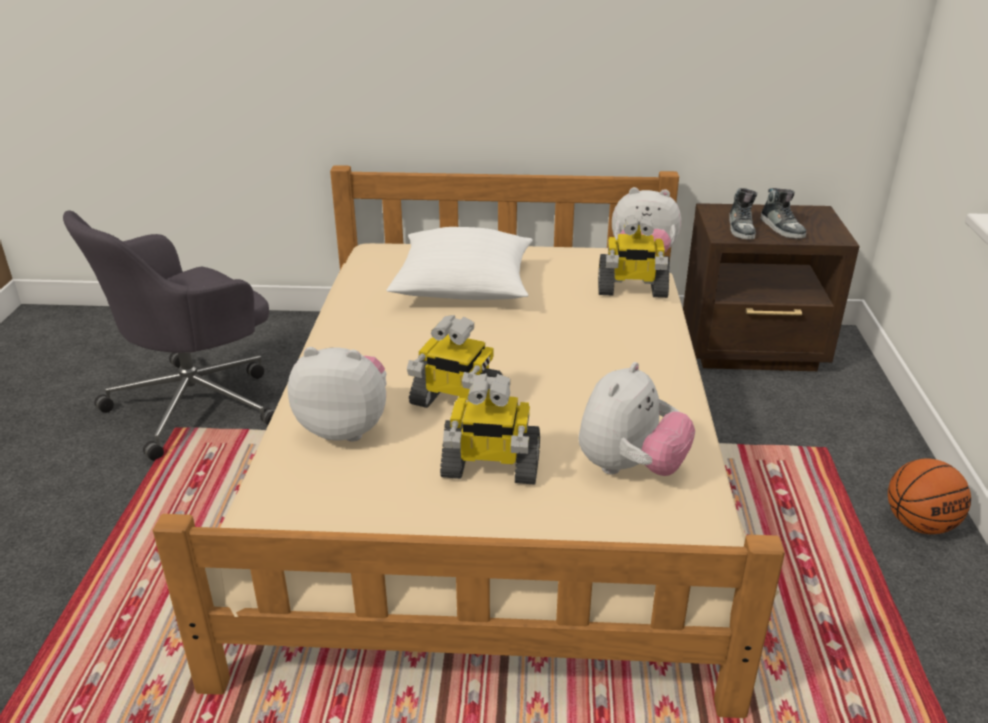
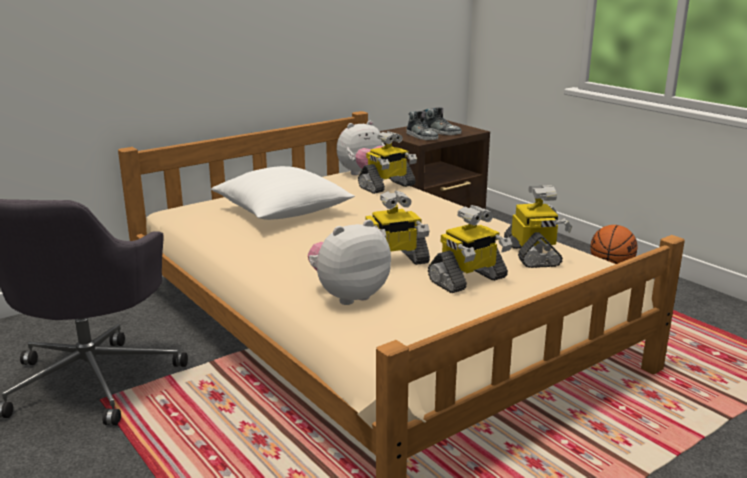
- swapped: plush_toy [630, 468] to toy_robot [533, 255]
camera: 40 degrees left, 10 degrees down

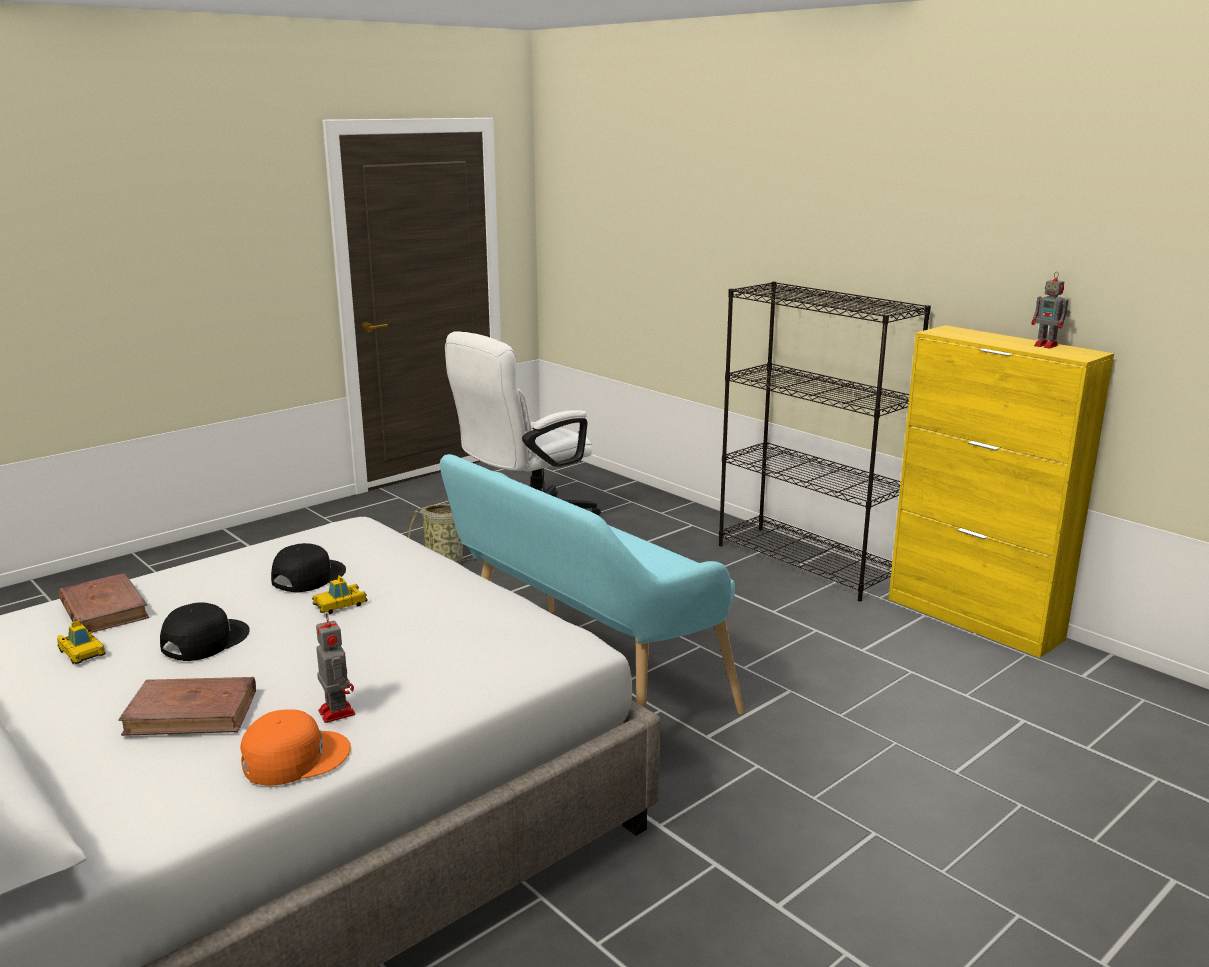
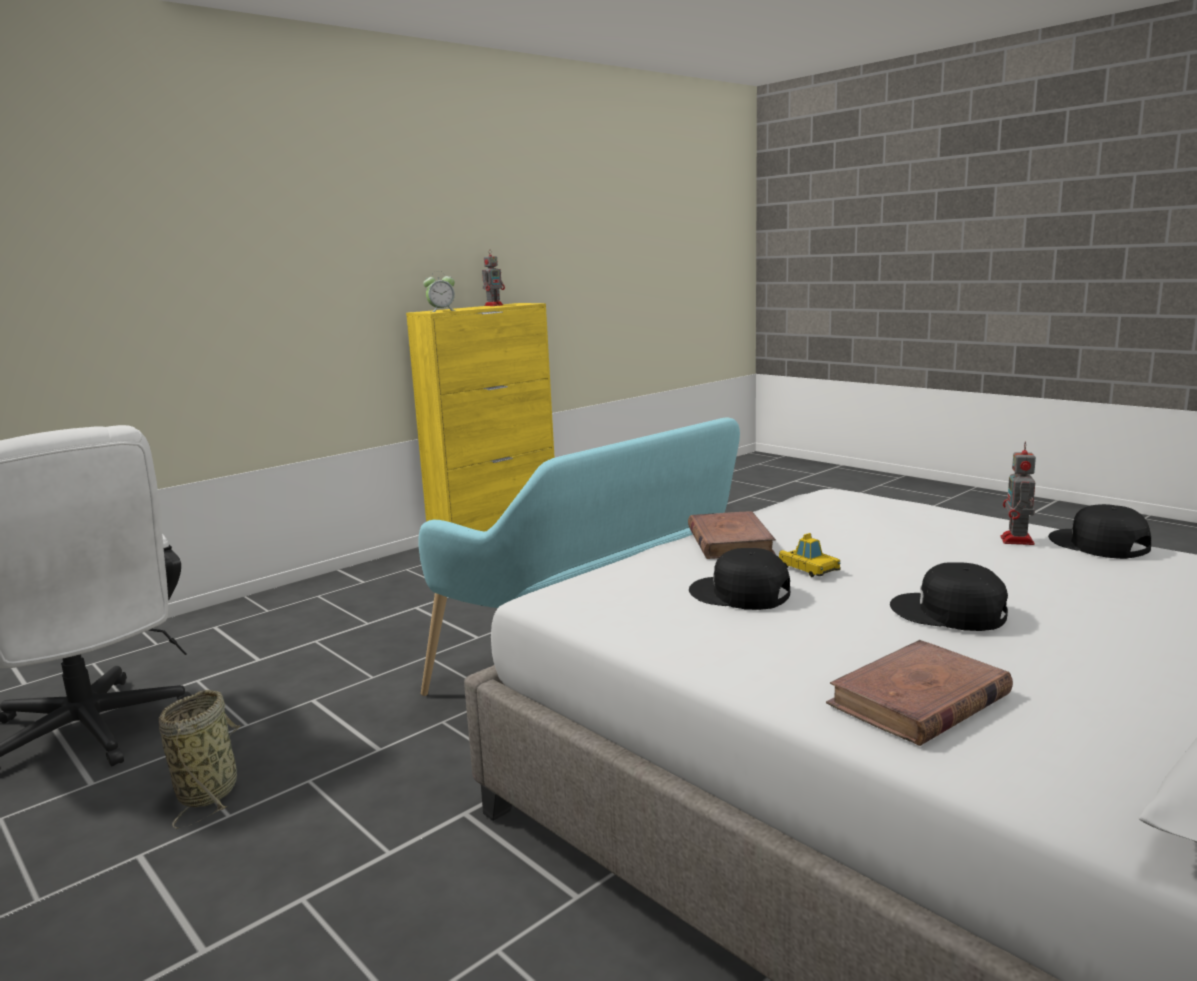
- gone: toy_car [82, 652]
- shifted: brown_book [192, 712] to [729, 541]
- repainted: orange_cap [294, 757] to black_cap [1097, 544]
- rotated: toy_robot [336, 711] = [1017, 541] 45 degrees counterclockwise
- gone: black_bookcase [807, 562]
- new: alarm_clock [441, 311]
camera: 90 degrees left, 5 degrees down

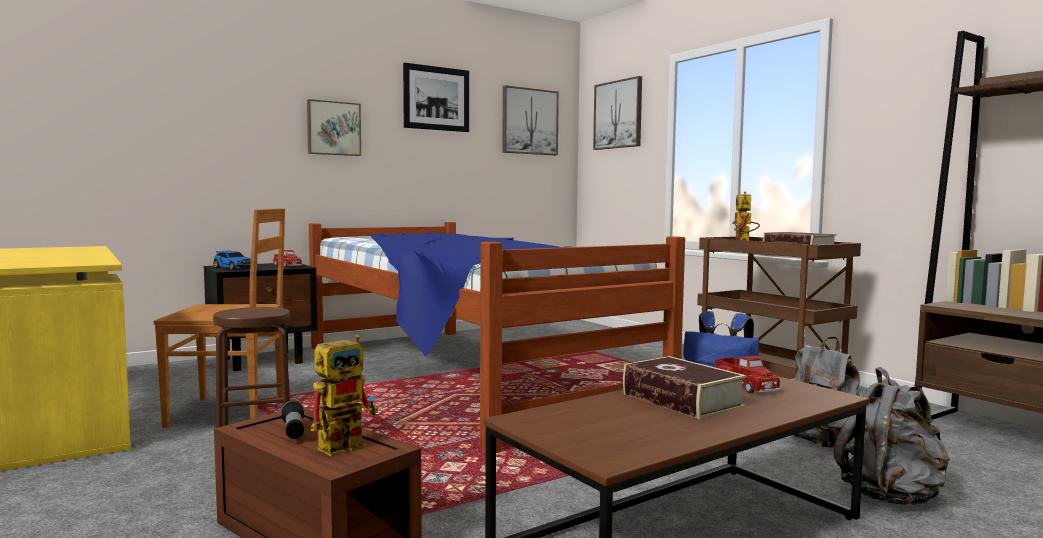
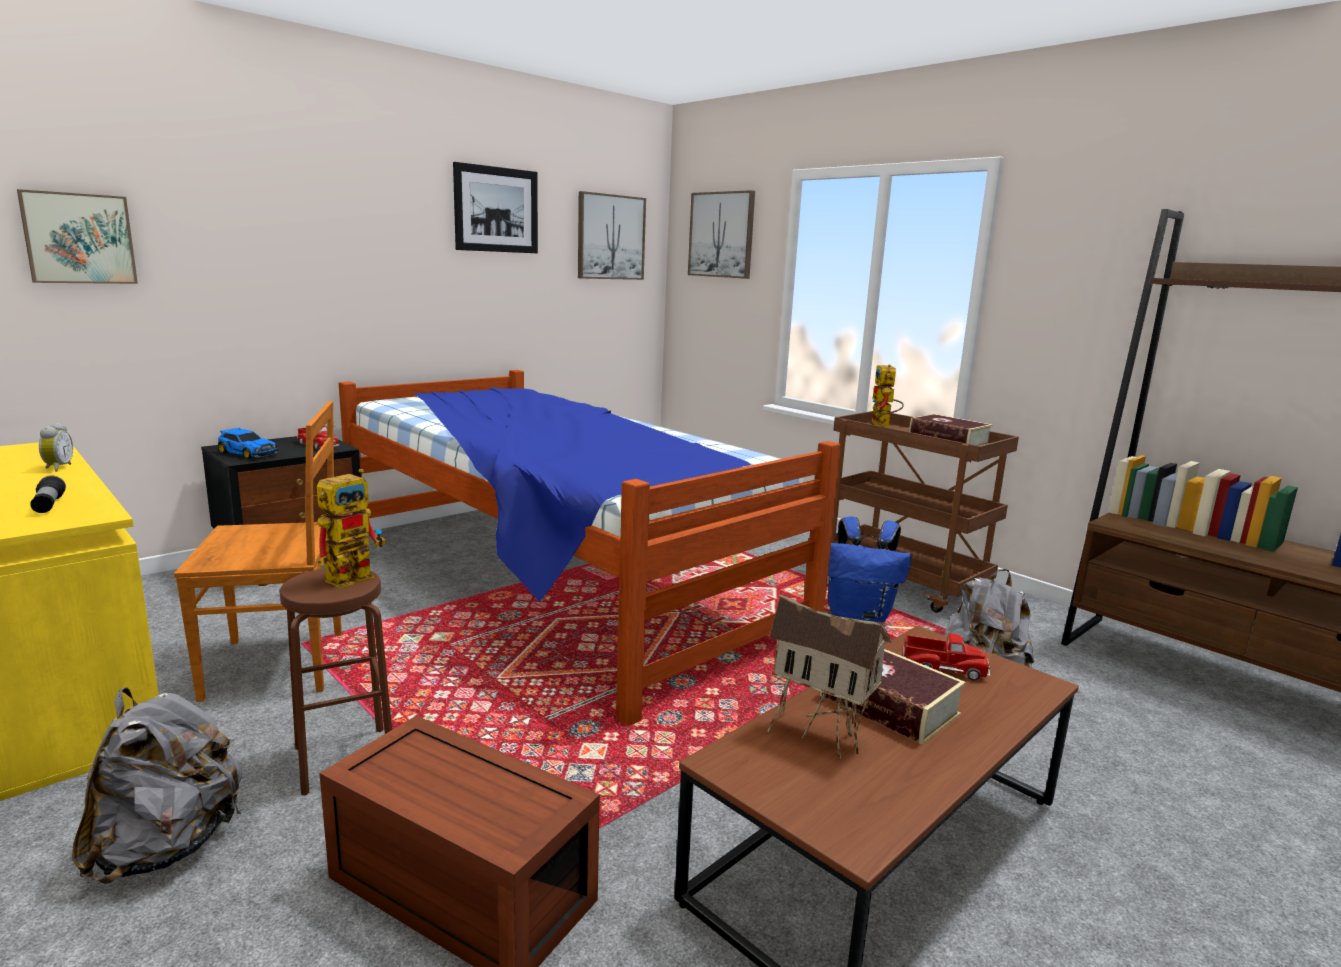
- shifted: flashlight [293, 430] to [48, 506]
- shifted: picture [333, 128] to [79, 238]
- shifted: toy_robot [347, 444] to [356, 575]
- rotated: toy_truck [746, 385] = [944, 668] 45 degrees counterclockwise
- shifted: grey_backpack [892, 496] to [167, 847]
- new: alarm_clock [57, 468]
- new: toy_house [820, 735]
camera: 10 degrees left, 10 degrees up

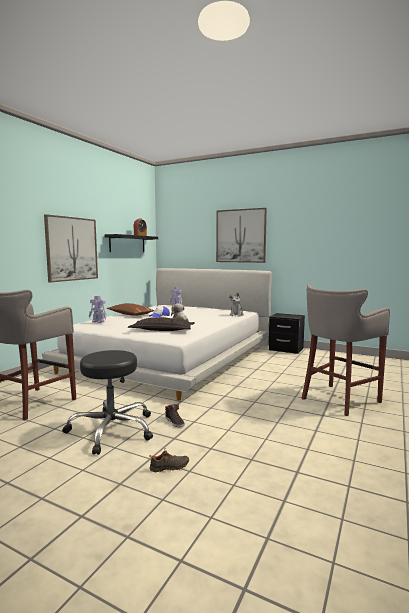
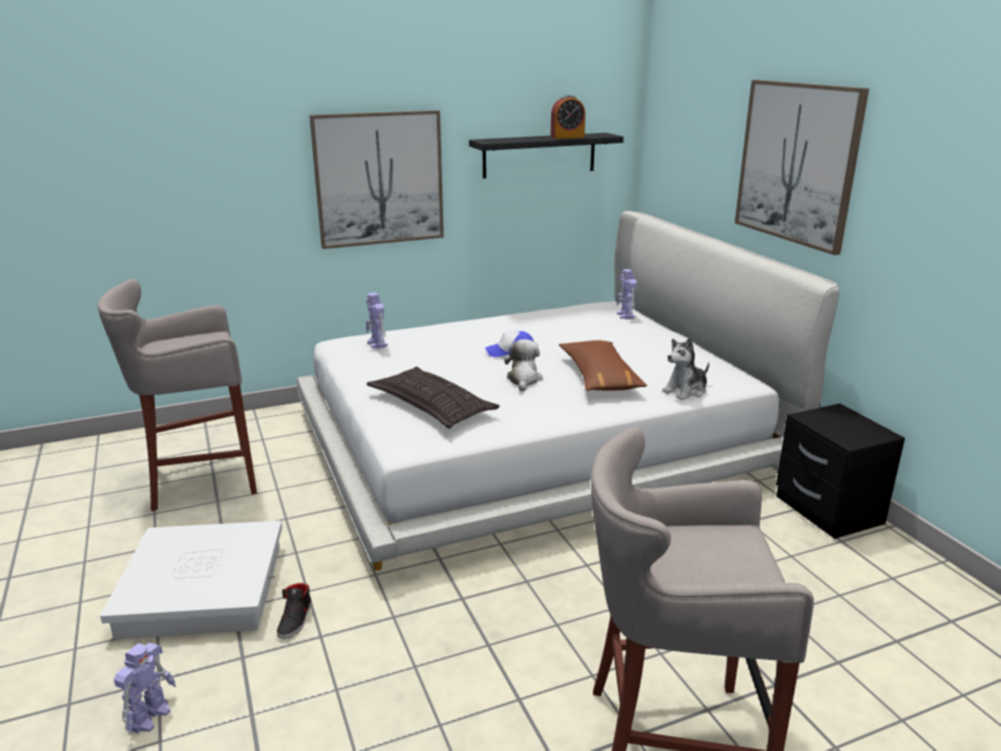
- swapped: black_stool [112, 430] to white_storage_box [203, 588]
- shifted: brown_pillow [130, 315] to [599, 377]
- swapped: black_shoe [169, 467] to toy_robot [150, 716]
camera: 40 degrees right, 15 degrees up

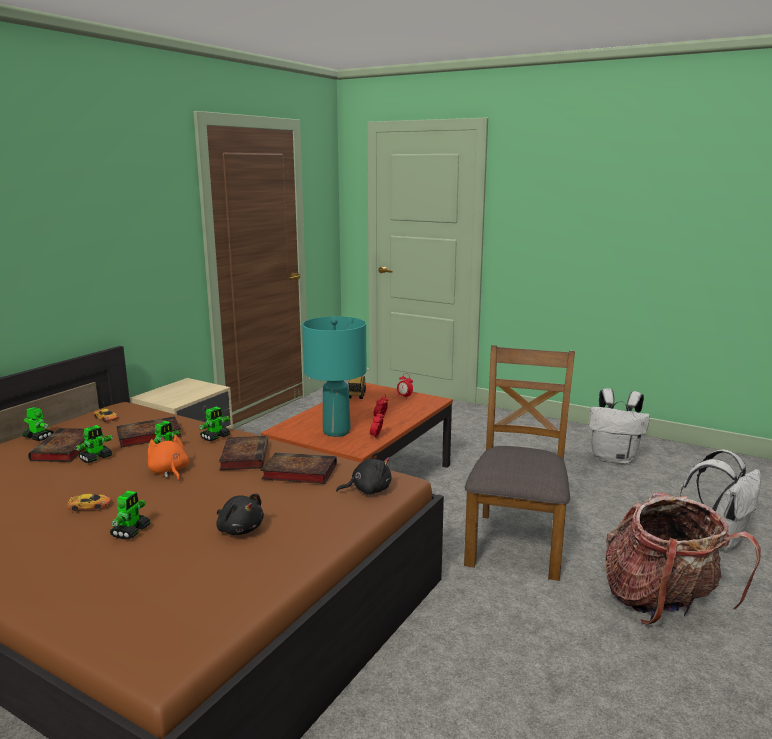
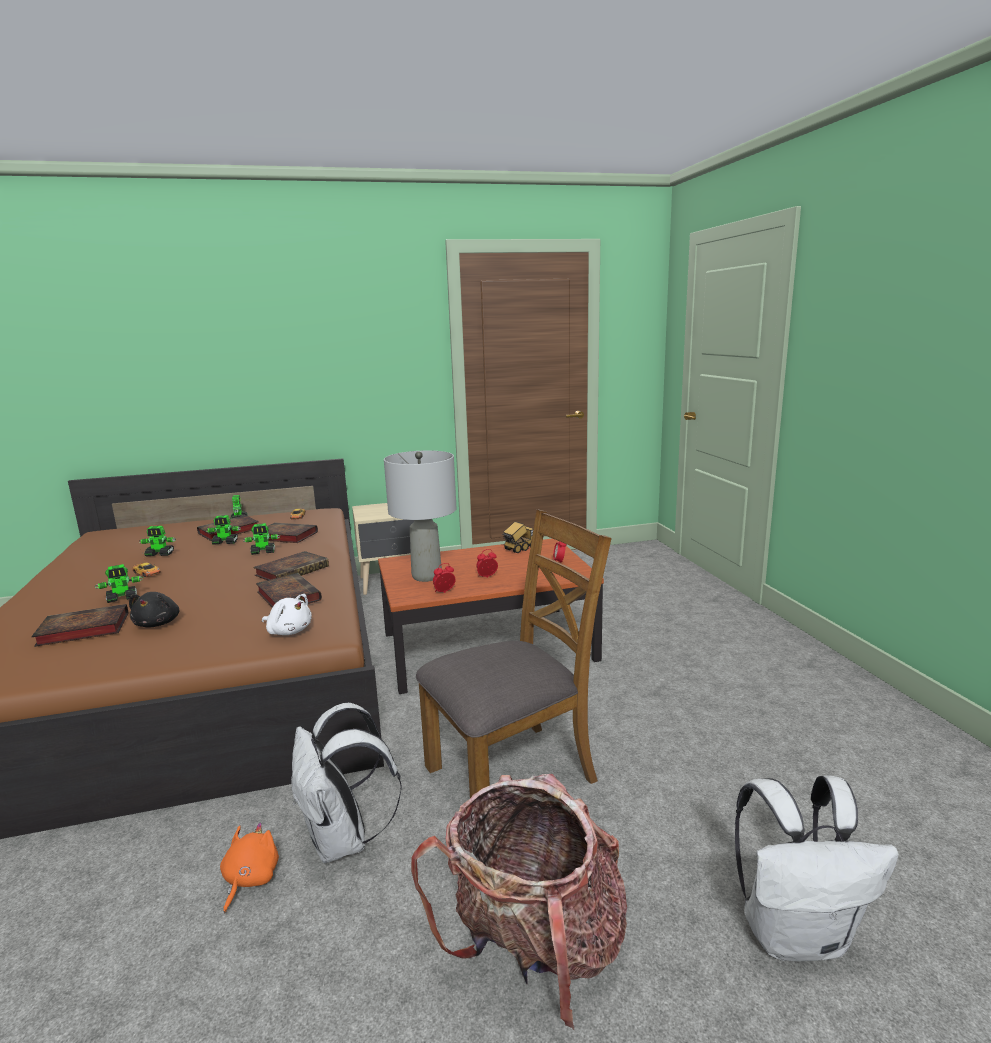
- shifted: orange_plush_toy [169, 472] to [249, 879]
- shifted: toy_robot [216, 437] to [160, 554]
- repainted: turquoise_table_lamp [337, 432] to grey_table_lamp [427, 576]
- repainted: black_plush_toy [368, 490] to white_plush_toy [289, 631]
- shifted: white_backpack [614, 458] to [343, 840]
- new: book [81, 630]
camera: 45 degrees right, 0 degrees up

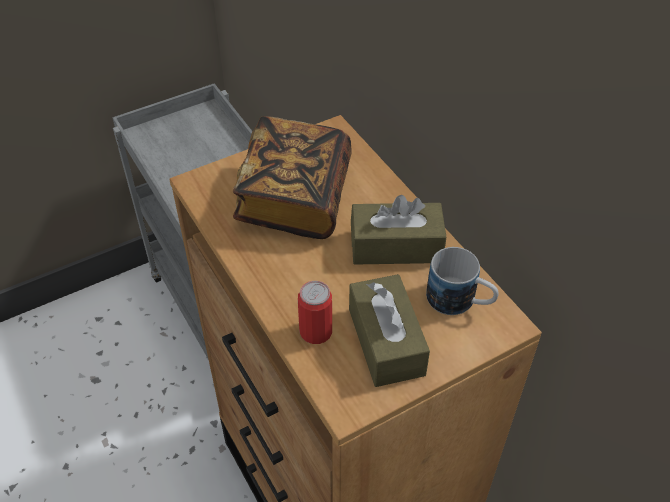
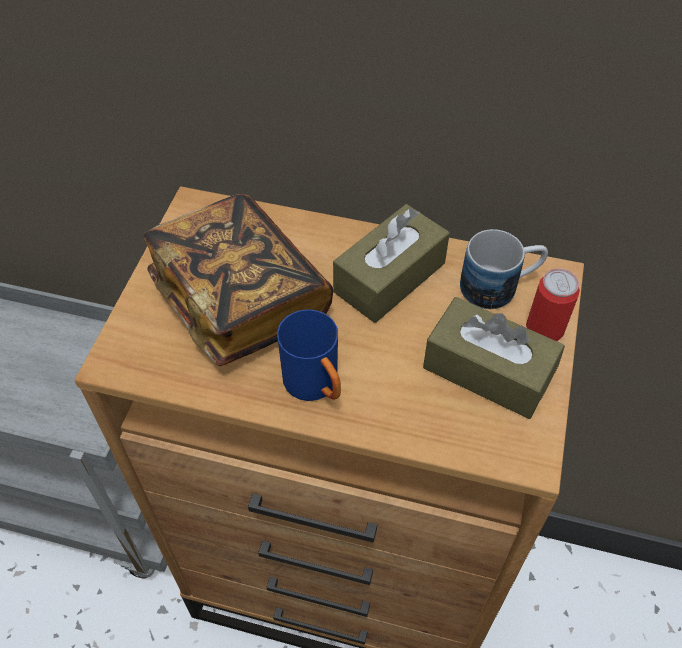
- shifted: can [316, 331] to [544, 328]
- new: blue_mug [316, 386]
camera: 45 degrees left, 5 degrees up

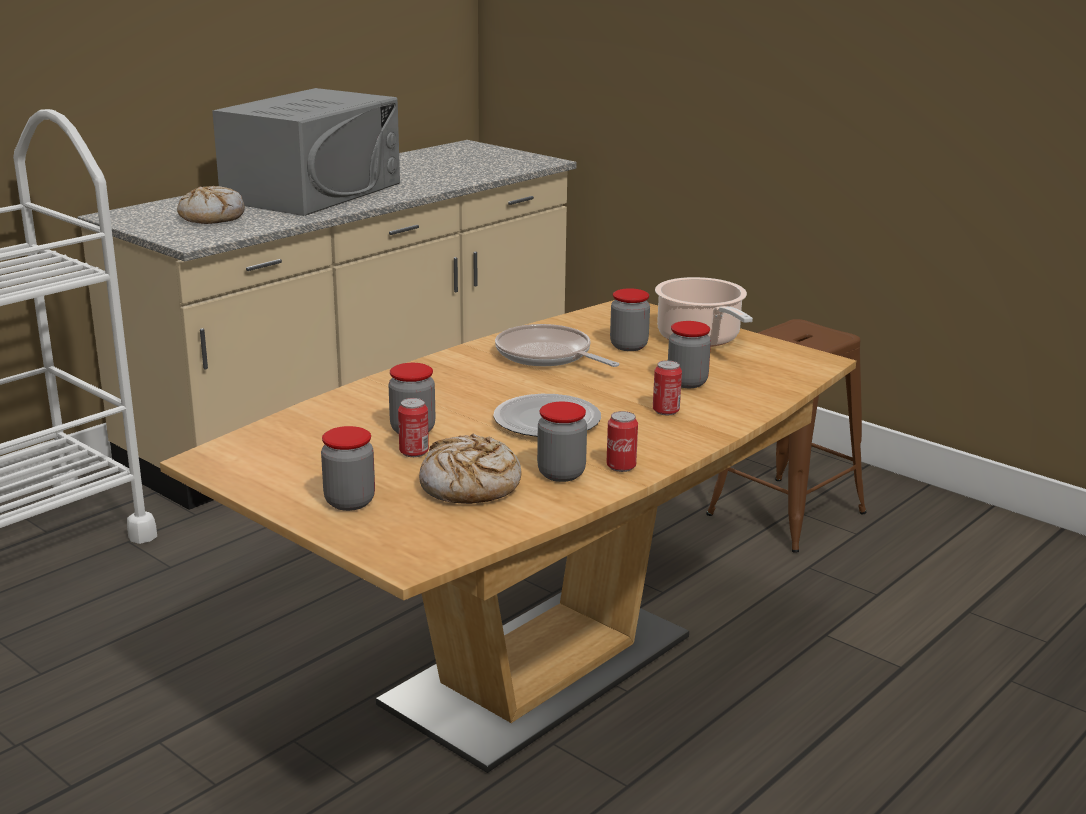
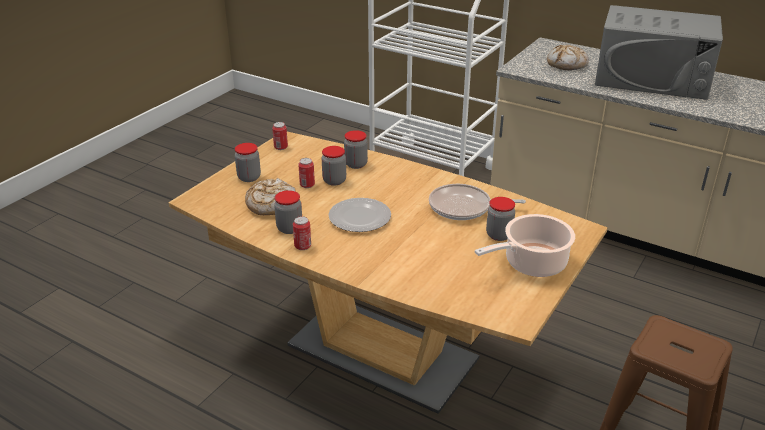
- rotated: frying_pan [547, 355] = [464, 207] 120 degrees counterclockwise
- shifted: can [666, 411] to [280, 147]
- shifted: jar [687, 382] to [356, 164]
camera: 80 degrees right, 10 degrees up

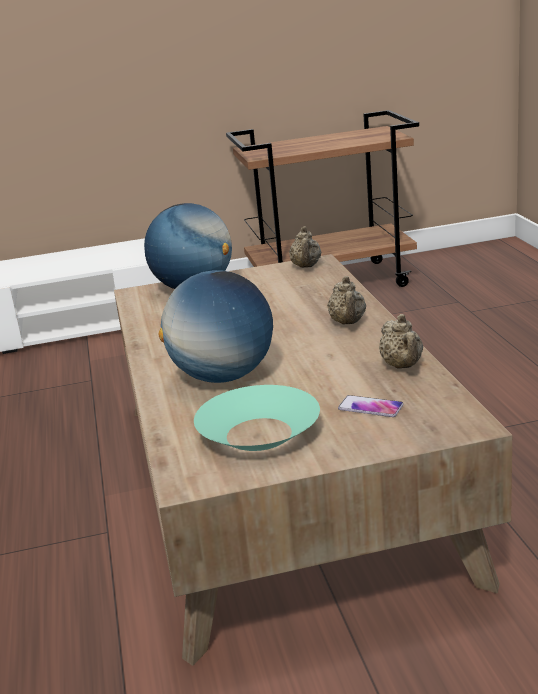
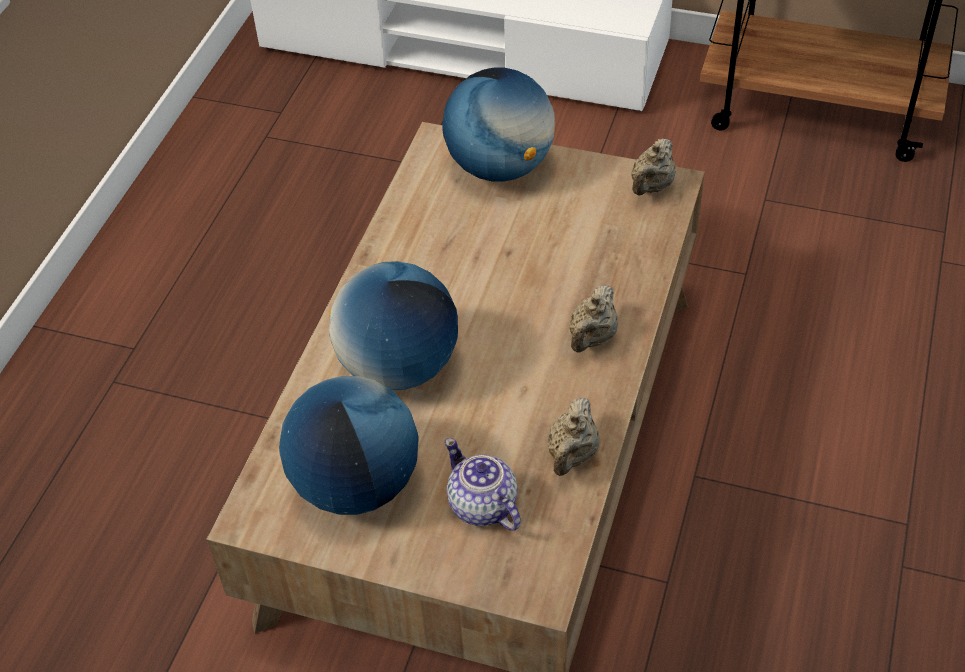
- swapped: turquoise_bowl [258, 434] to globe [356, 484]
- swapped: phone [370, 407] to teapot [482, 506]
camera: 30 degrees right, 25 degrees up

